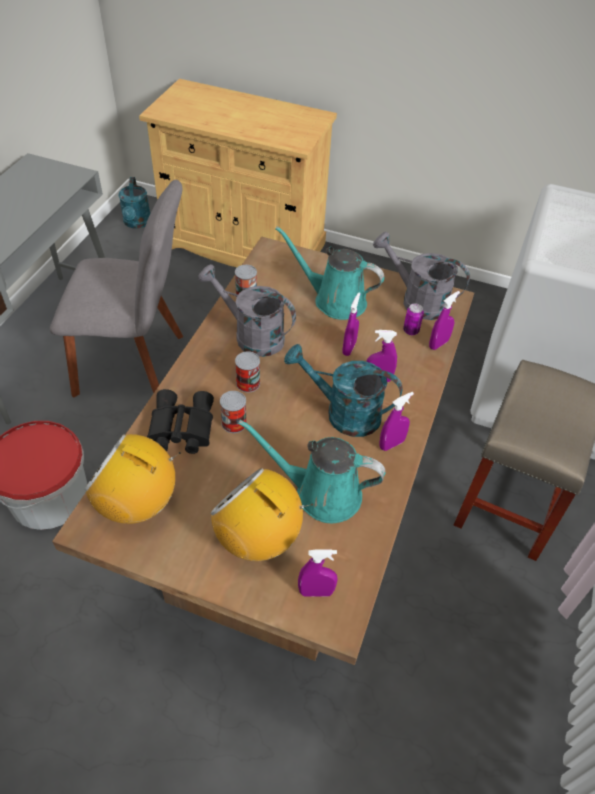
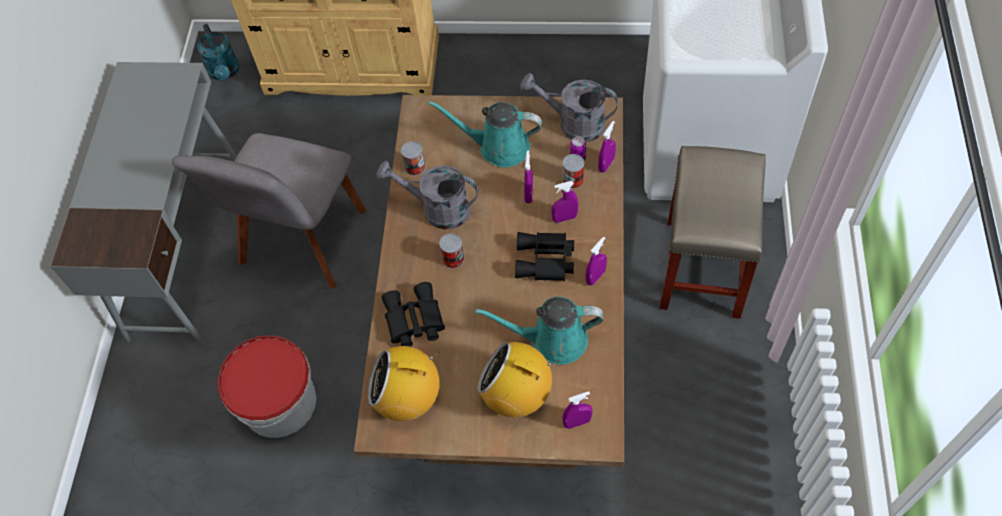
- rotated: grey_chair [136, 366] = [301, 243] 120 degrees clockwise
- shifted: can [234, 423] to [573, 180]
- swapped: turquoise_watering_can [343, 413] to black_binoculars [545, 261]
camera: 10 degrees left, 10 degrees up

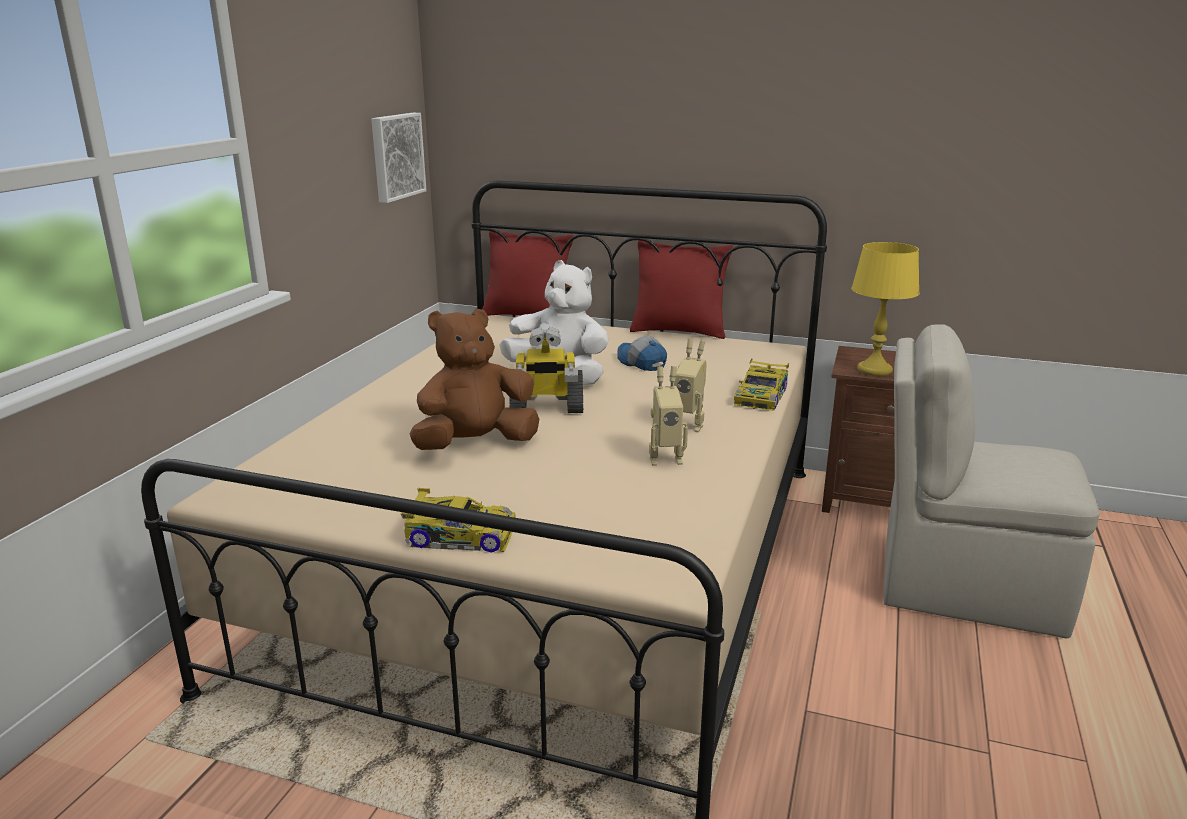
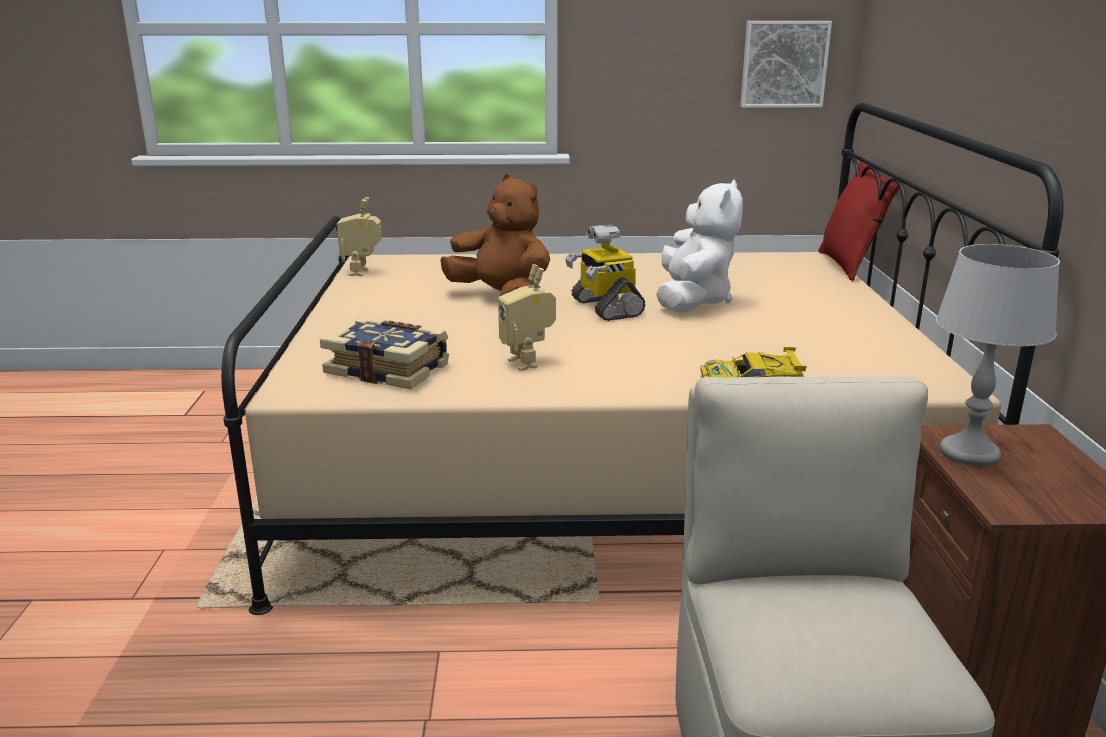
- gone: toy_car [459, 535]
- gone: cap [641, 363]
- gone: red_pillow [678, 331]
- shifted: toy_robot [689, 425] to [363, 272]
- repainted: yellow_table_lamp [875, 370] to grey_table_lamp [970, 453]
- new: book [388, 369]
camera: 70 degrees right, 0 degrees up

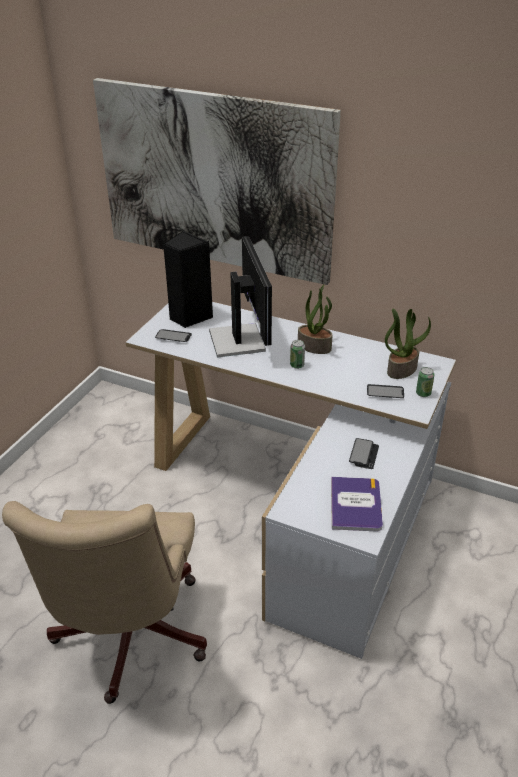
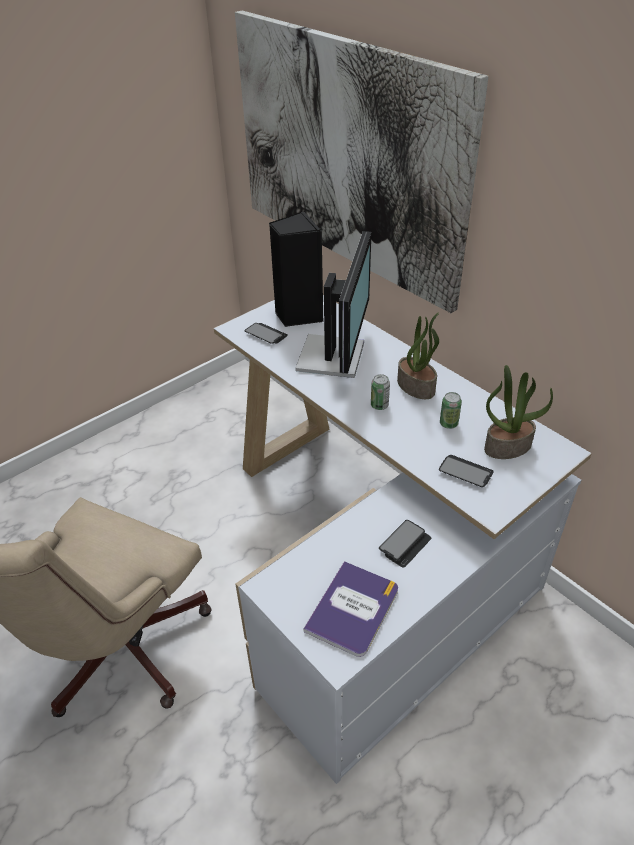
- shifted: can [423, 393] to [448, 424]
camera: 25 degrees right, 5 degrees up

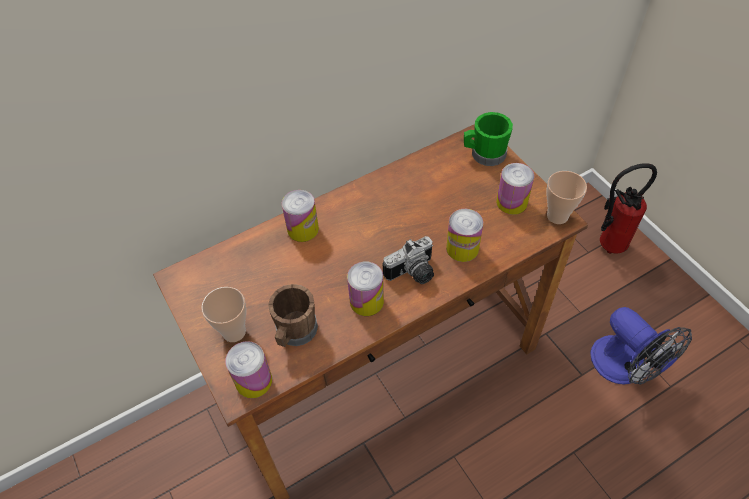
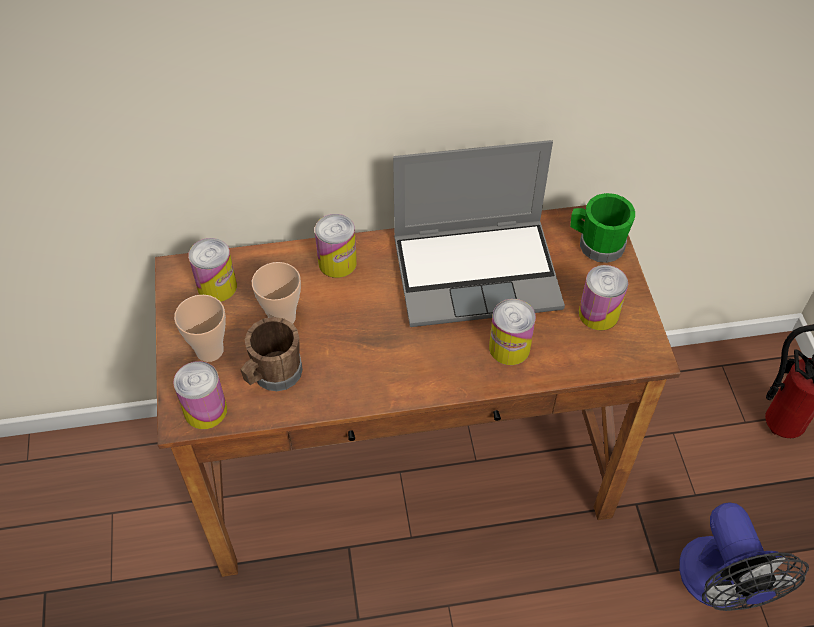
- shifted: can [366, 301] to [217, 286]
- gone: photo_camera [413, 274]
- shifted: cup [557, 216] to [282, 317]
- new: laptop [478, 272]
camera: 20 degrees right, 0 degrees up

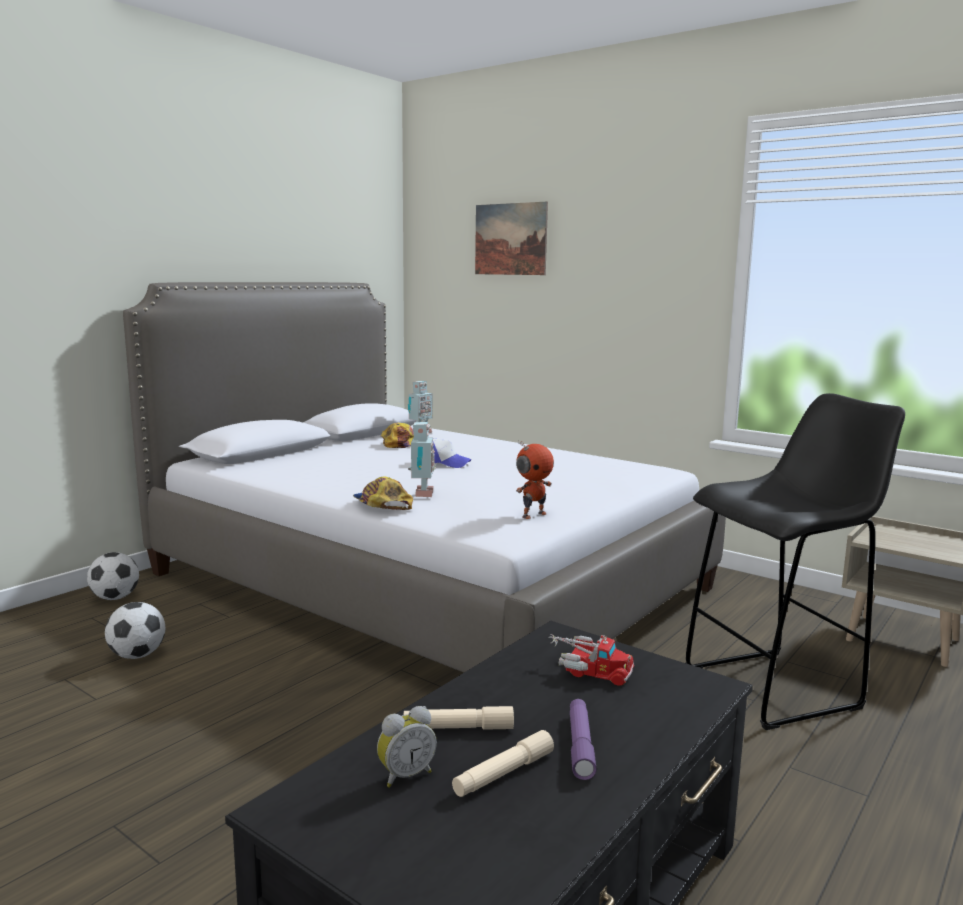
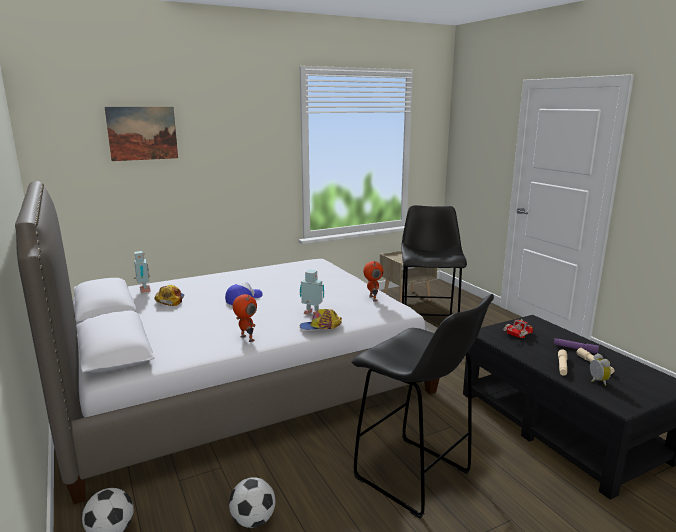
- new: toy_robot [246, 339]
- new: black_stool [415, 477]
camera: 65 degrees left, 5 degrees up

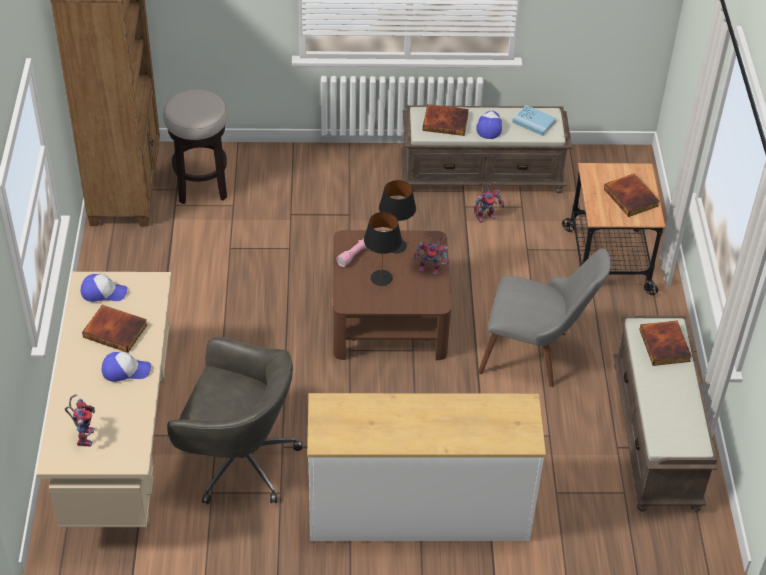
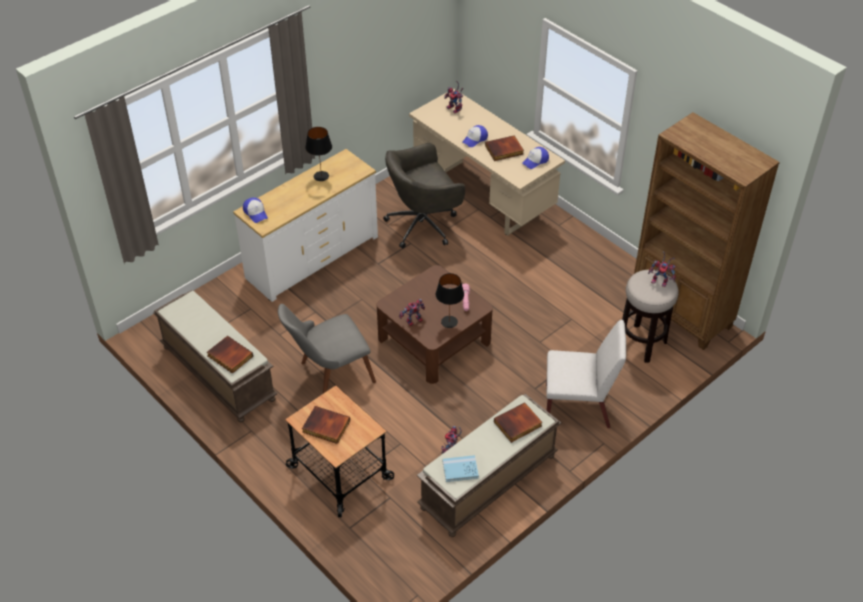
- shifted: black_table_lamp [381, 278] to [321, 176]
- shifted: cap [489, 127] to [255, 213]
- new: white_chair [578, 406]
- new: toy_robot [661, 281]
camera: 140 degrees right, 0 degrees up

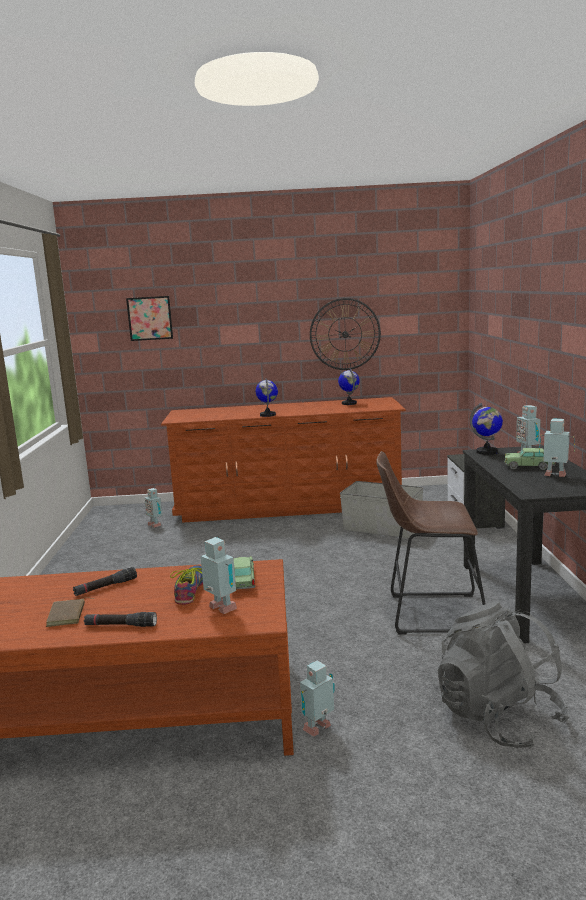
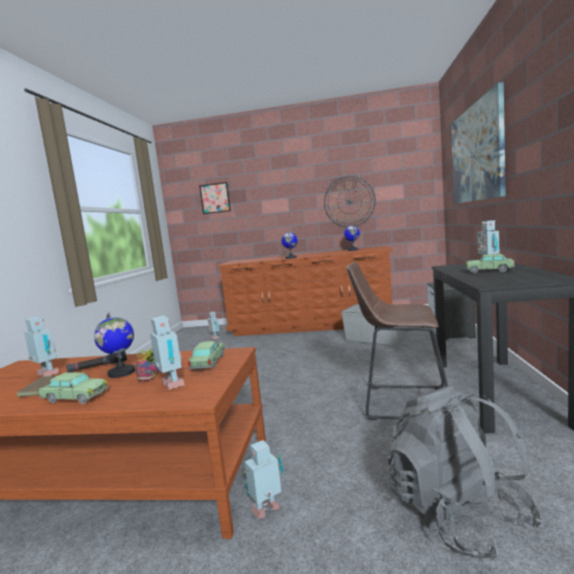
- swapped: black_flashlight [120, 625] to toy_car [75, 397]
- shifted: globe [487, 452] to [121, 373]
- shifted: toy_robot [555, 475] to [46, 375]
- new: picture [476, 154]
camera: 10 degrees right, 5 degrees down

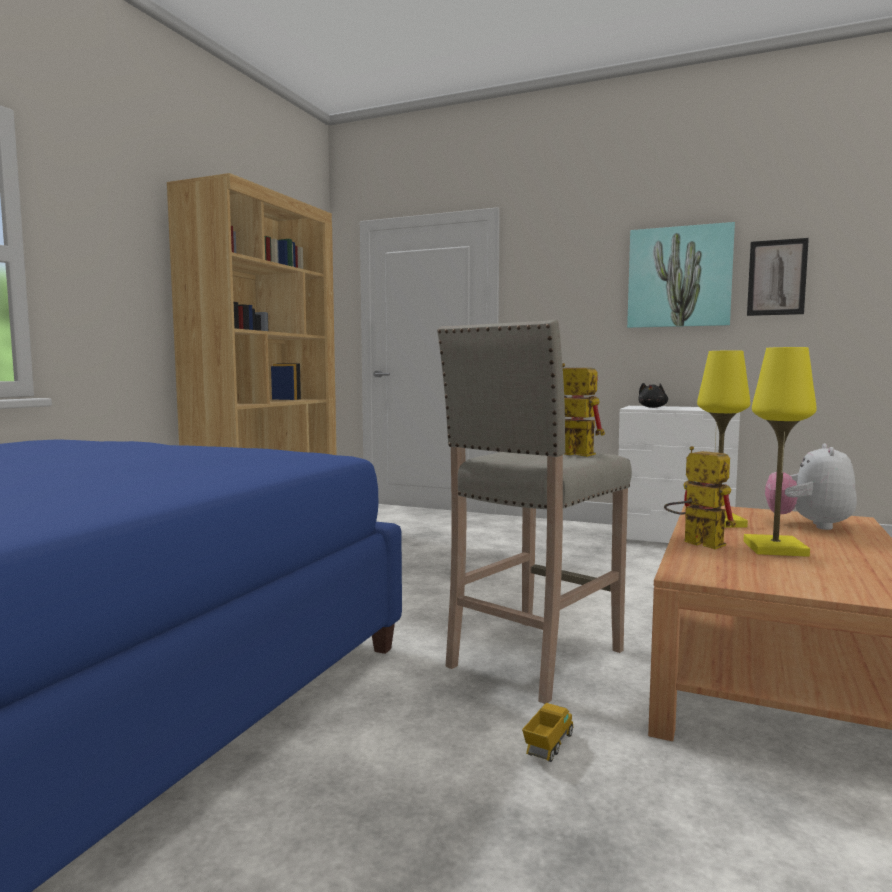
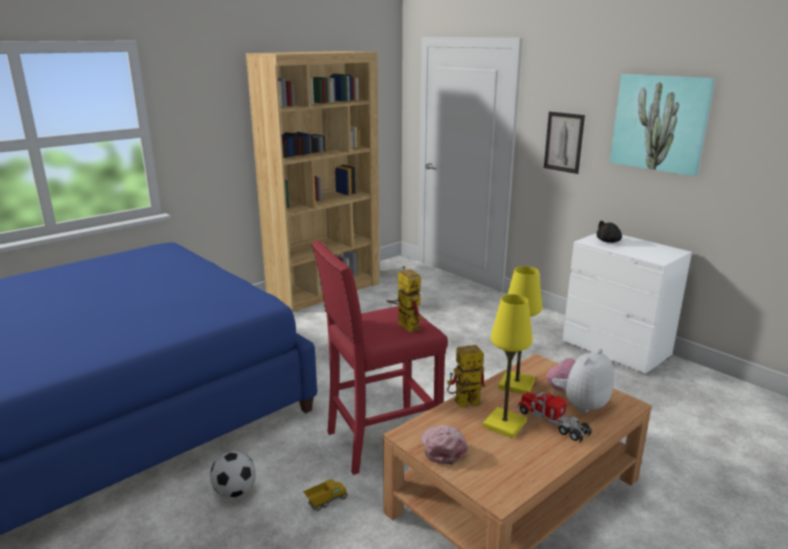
- repainted: beige_stool [532, 659] to red_stool [380, 440]
- rotated: toy_robot [694, 543] = [462, 404] 90 degrees counterclockwise
- shifted: picture [776, 277] to [563, 142]
- new: football [235, 491]
- new: pink_cap [442, 447]
- new: toy_truck [553, 422]
camera: 25 degrees right, 15 degrees up

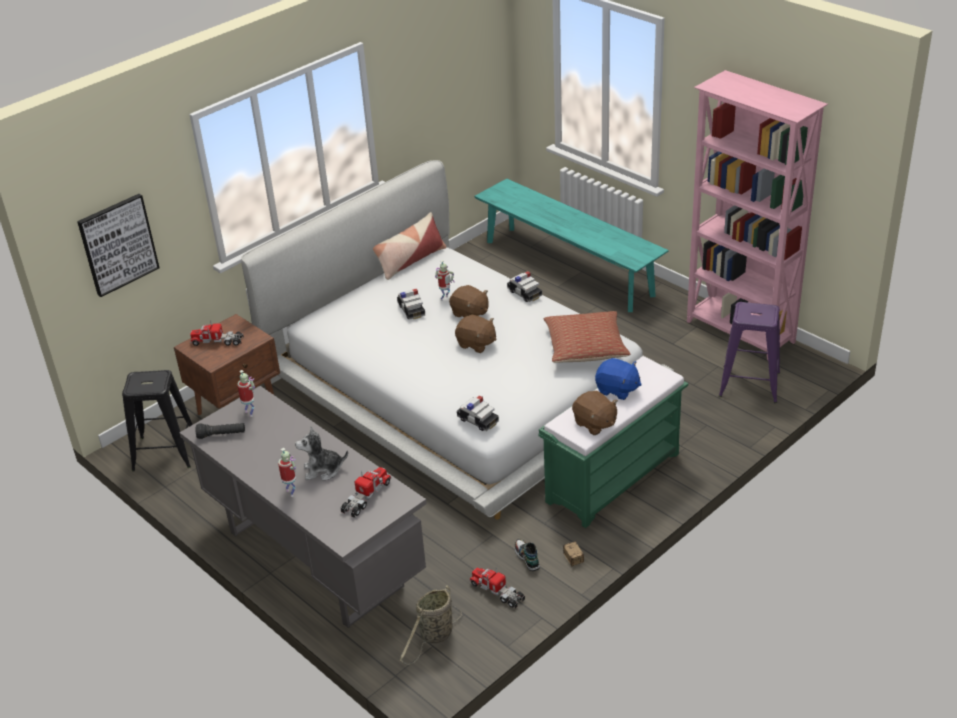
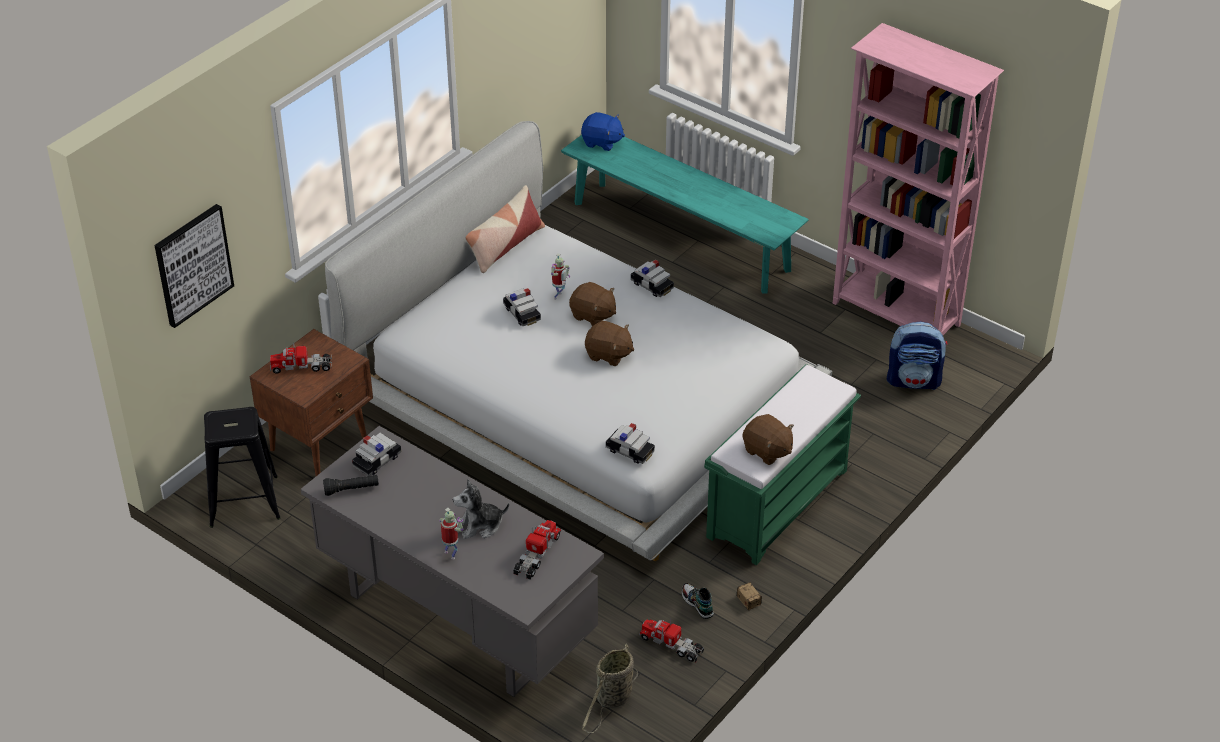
- swapped: toy_robot [250, 413] to toy_car [377, 460]
- gone: pillow [585, 347]
- shifted: blue_plush_toy [617, 390] to [602, 142]
- swapped: purple_stool [749, 384] to backpack [914, 380]
camera: 10 degrees left, 5 degrees up

